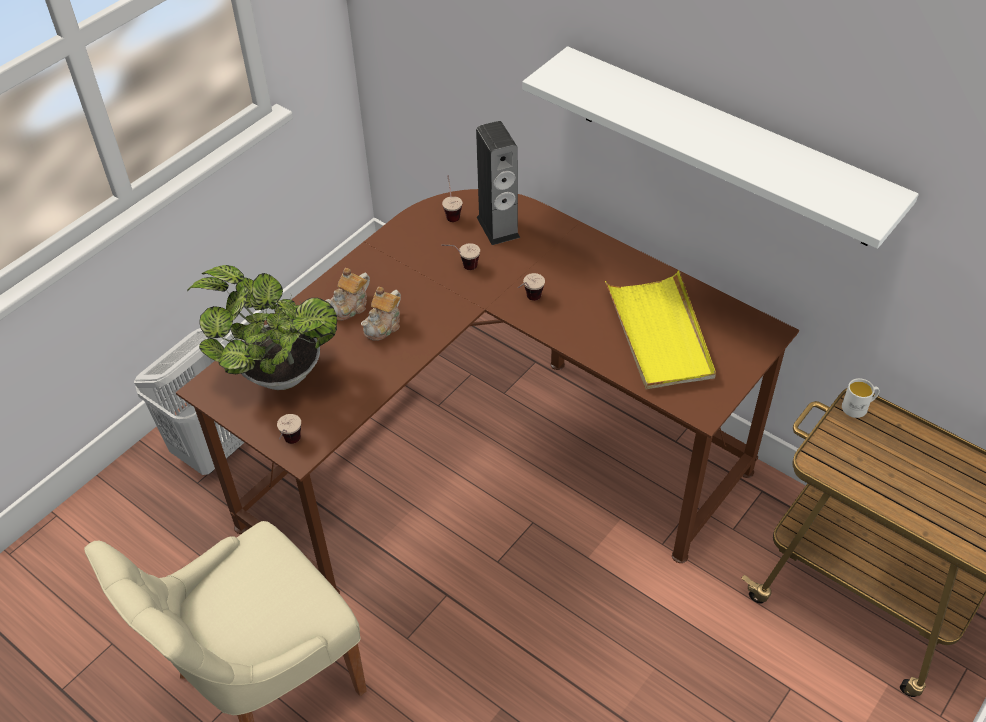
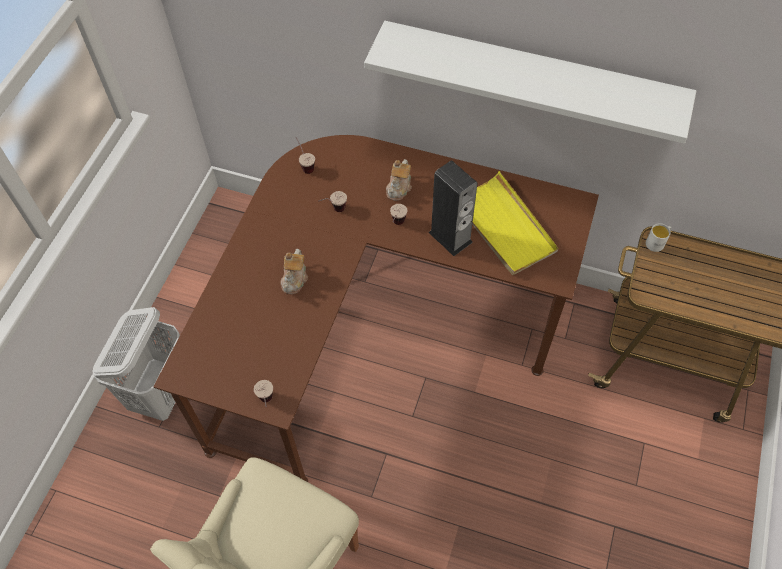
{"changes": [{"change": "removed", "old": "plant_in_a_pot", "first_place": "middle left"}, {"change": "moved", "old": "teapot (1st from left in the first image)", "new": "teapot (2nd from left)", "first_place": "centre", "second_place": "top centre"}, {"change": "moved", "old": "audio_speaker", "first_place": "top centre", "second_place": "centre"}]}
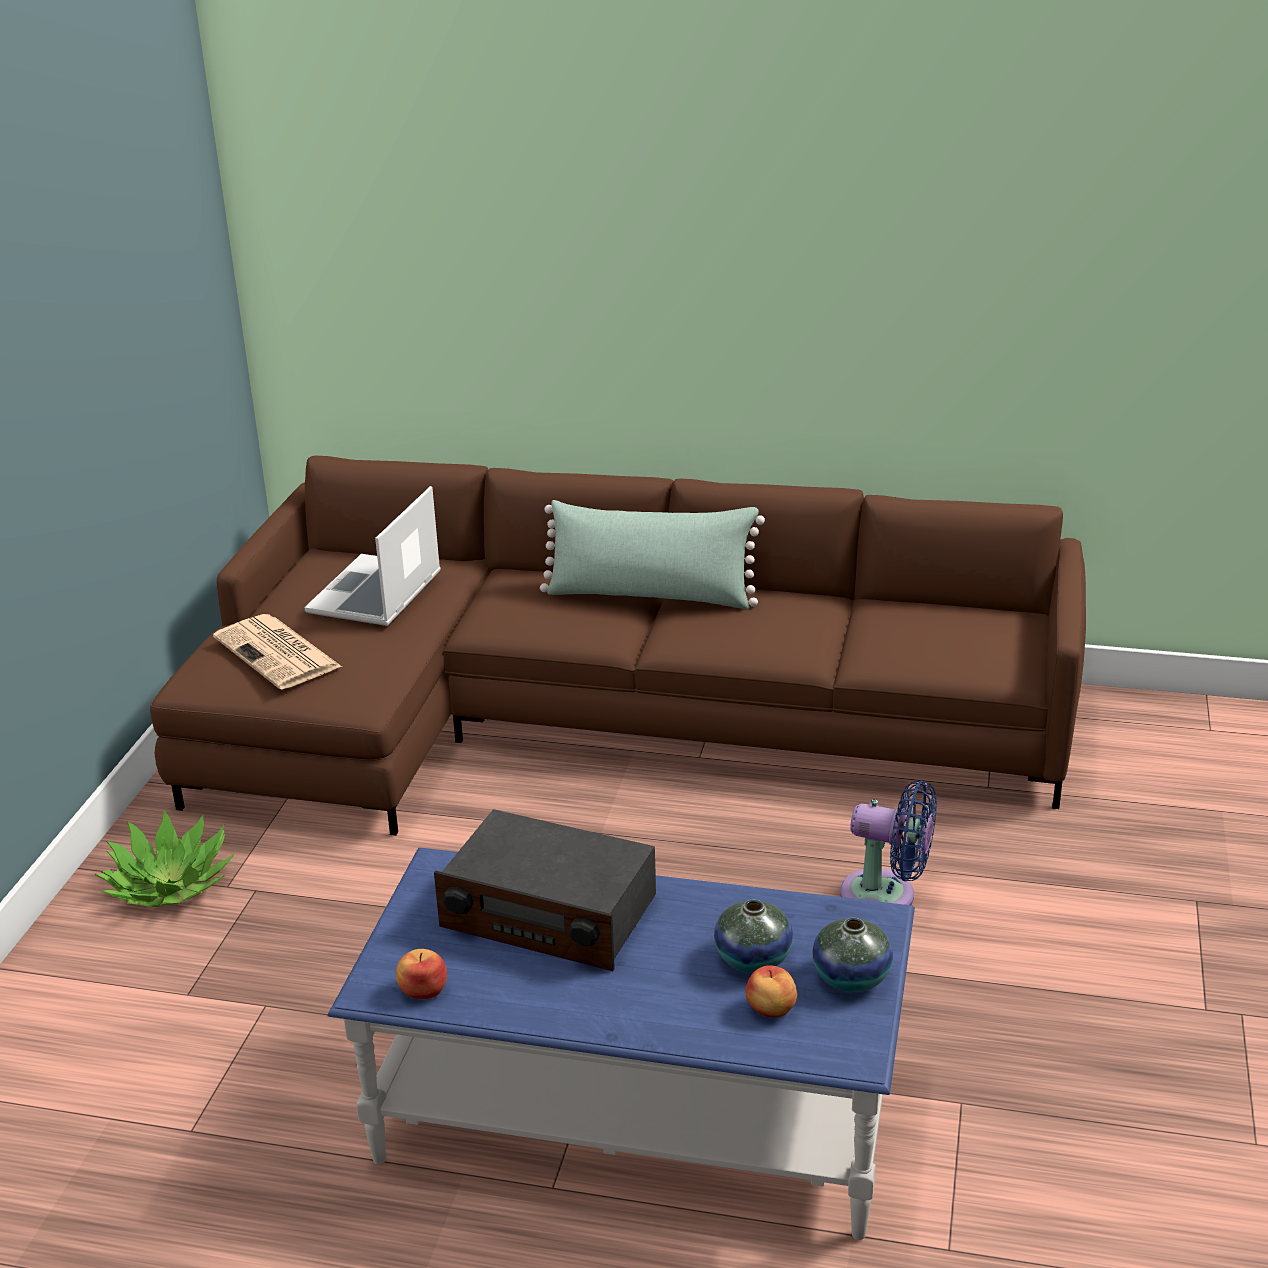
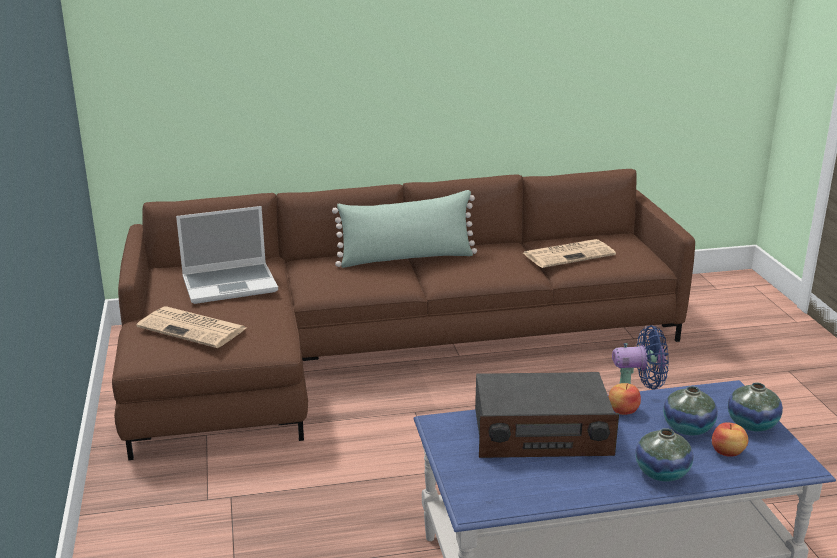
{"changes": [{"change": "removed", "old": "plant_in_a_pot", "first_place": "bottom left"}, {"change": "added", "new": "printed_paper (2nd from left)", "second_place": "middle right"}, {"change": "added", "new": "decorative_vase (1st from left)", "second_place": "bottom right"}, {"change": "moved", "old": "apple_fruit (1st from left)", "first_place": "bottom left", "second_place": "bottom right"}, {"change": "turned", "old": "portable_computer", "first_place": "middle left", "second_place": "middle left", "degrees": -105}]}
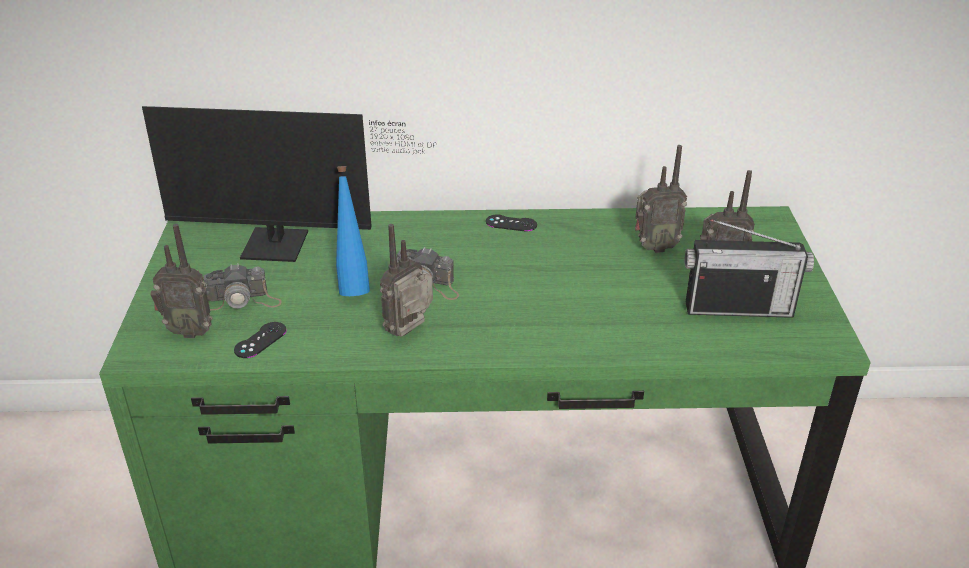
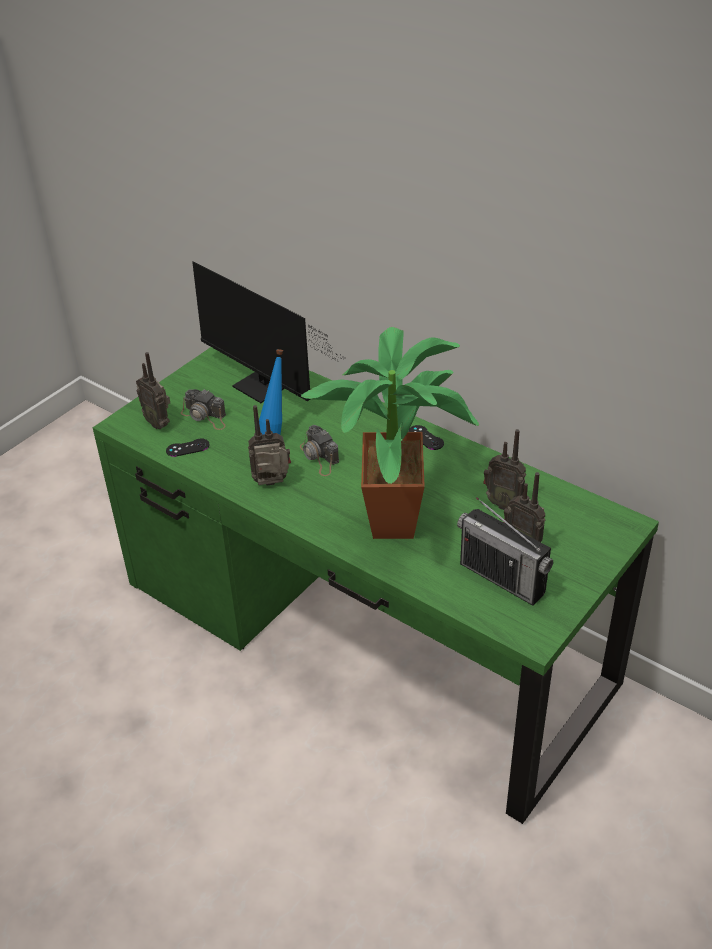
{"changes": [{"change": "added", "new": "plant_in_a_pot", "second_place": "centre"}]}
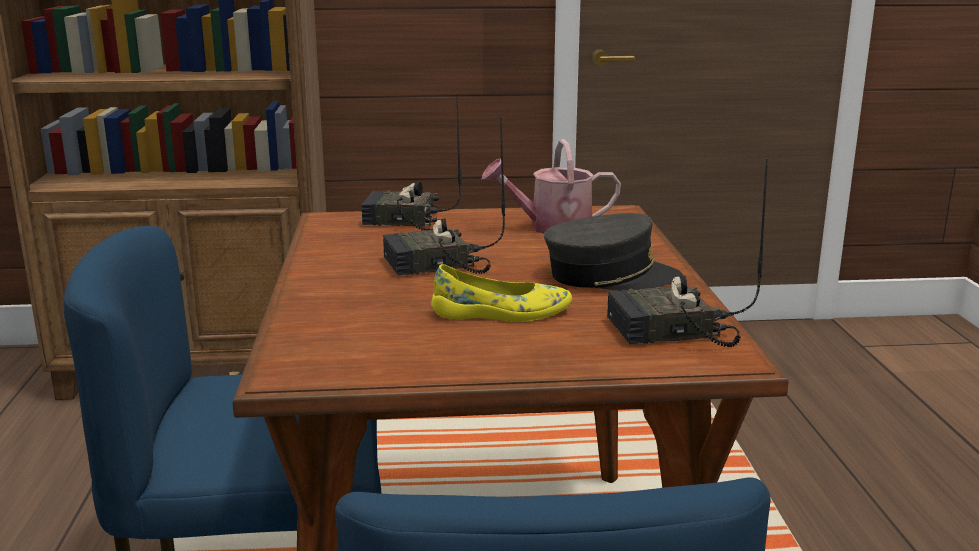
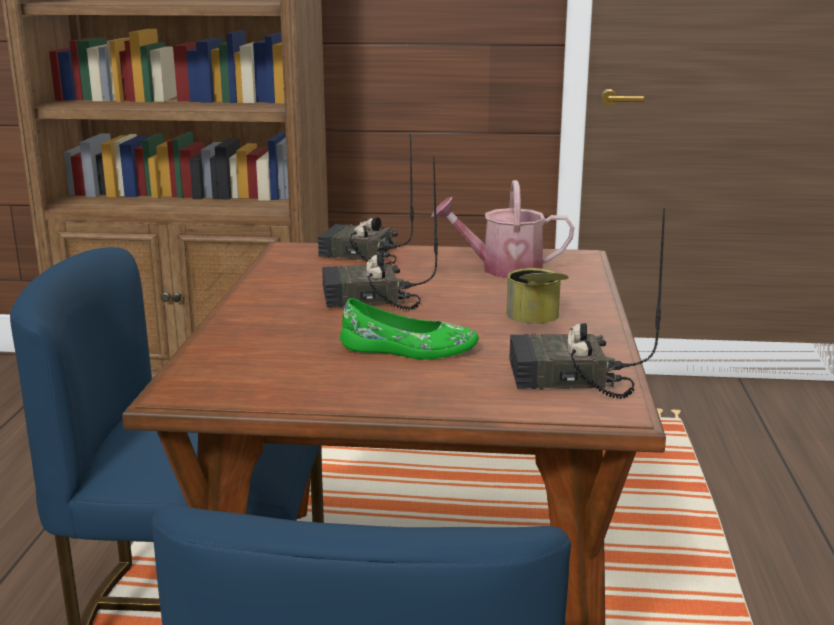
{"changes": [{"change": "replaced", "old": "grey_peaked_cap", "new": "sealed_can", "first_place": "centre", "second_place": "centre"}, {"change": "recoloured", "old": "yellow_item_of_footwear", "new": "green_item_of_footwear", "first_place": "centre", "second_place": "centre"}]}
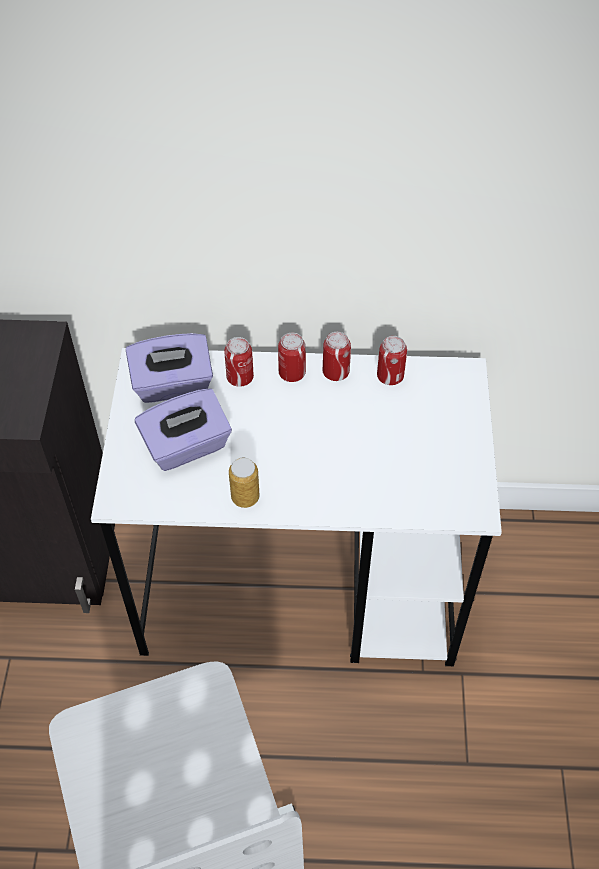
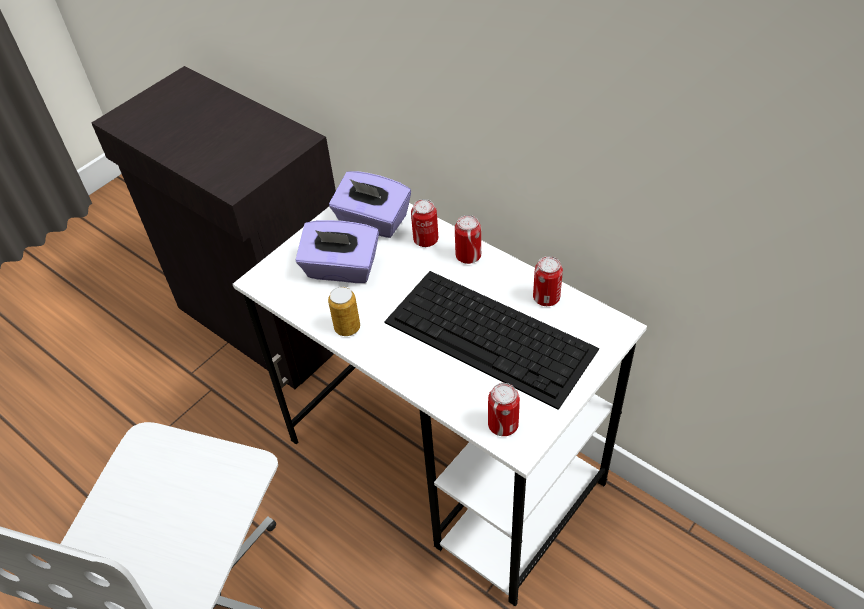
{"changes": [{"change": "added", "new": "PC_keyboard", "second_place": "centre"}, {"change": "moved", "old": "sealed_can (4th from left)", "first_place": "centre", "second_place": "bottom centre"}]}
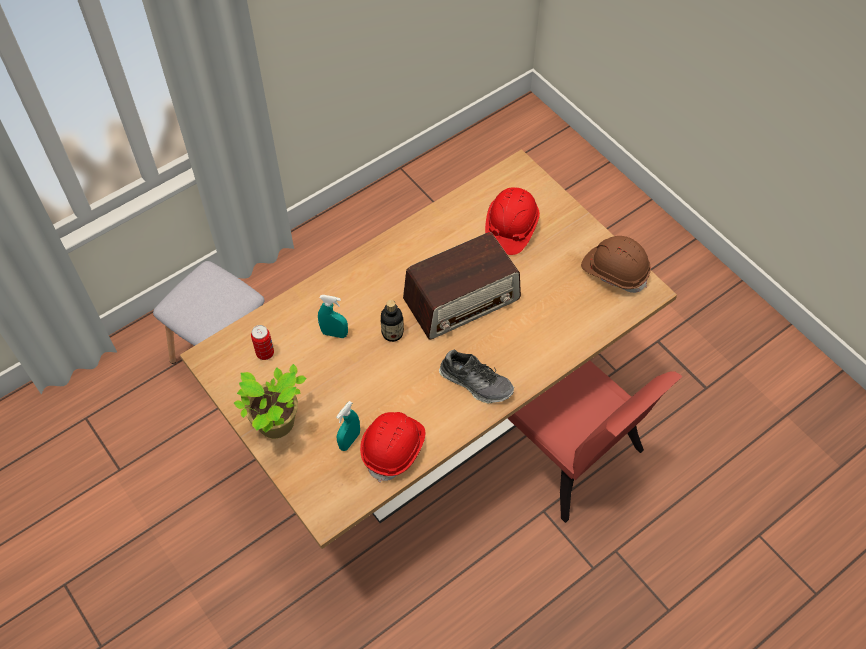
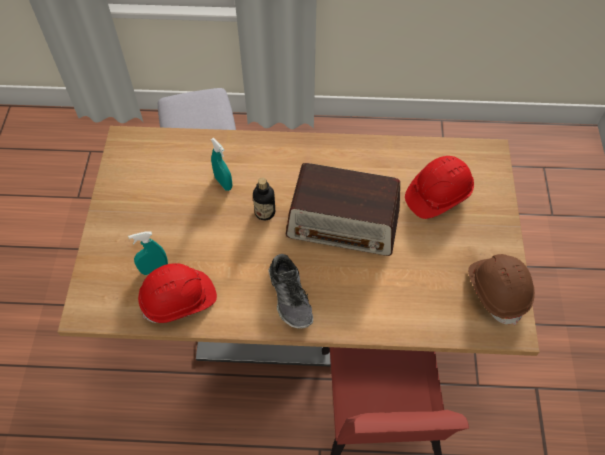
{"changes": [{"change": "removed", "old": "plant_in_a_pot", "first_place": "middle left"}, {"change": "removed", "old": "sealed_can", "first_place": "middle left"}]}
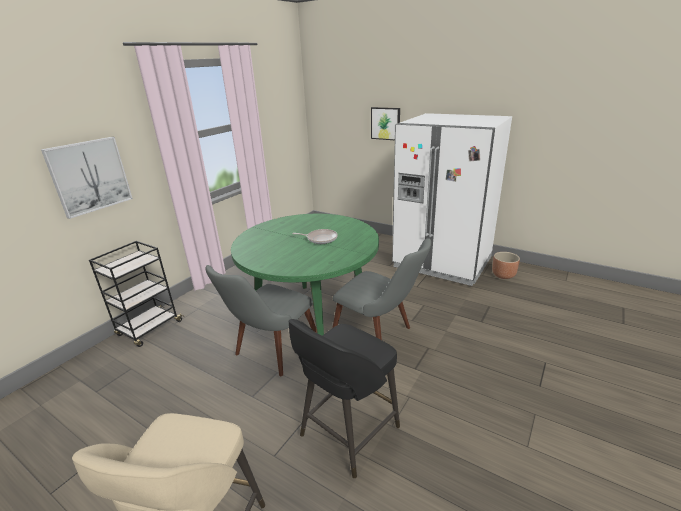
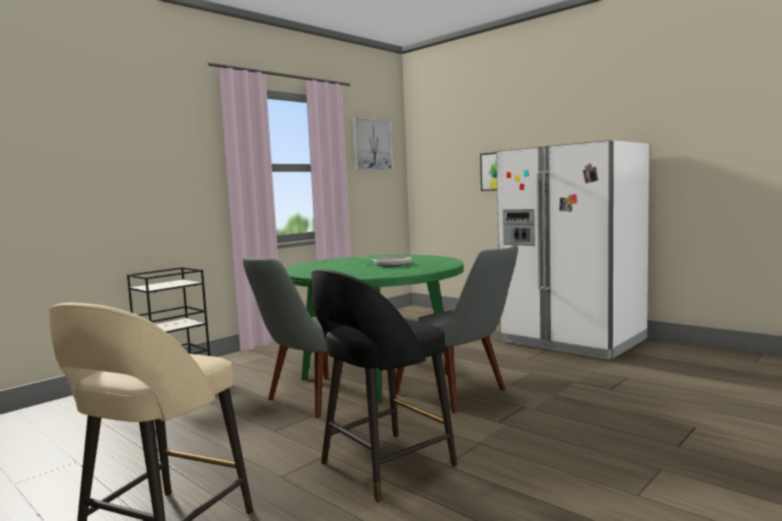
{"changes": [{"change": "removed", "old": "brown-coloured_plant_pot", "first_place": "middle right"}, {"change": "moved", "old": "wall_art (1st from left)", "first_place": "middle left", "second_place": "top centre"}]}
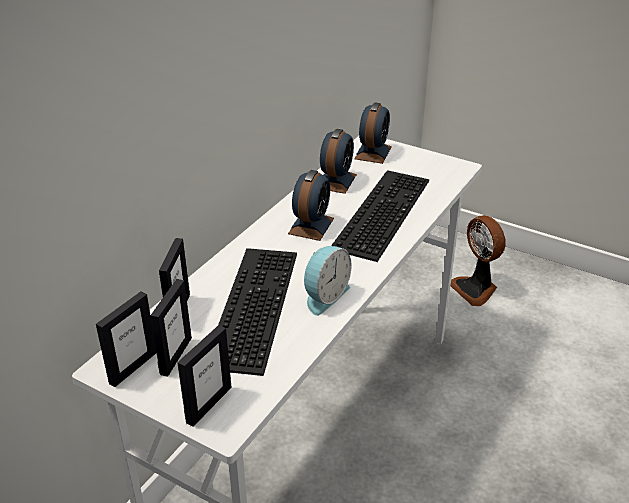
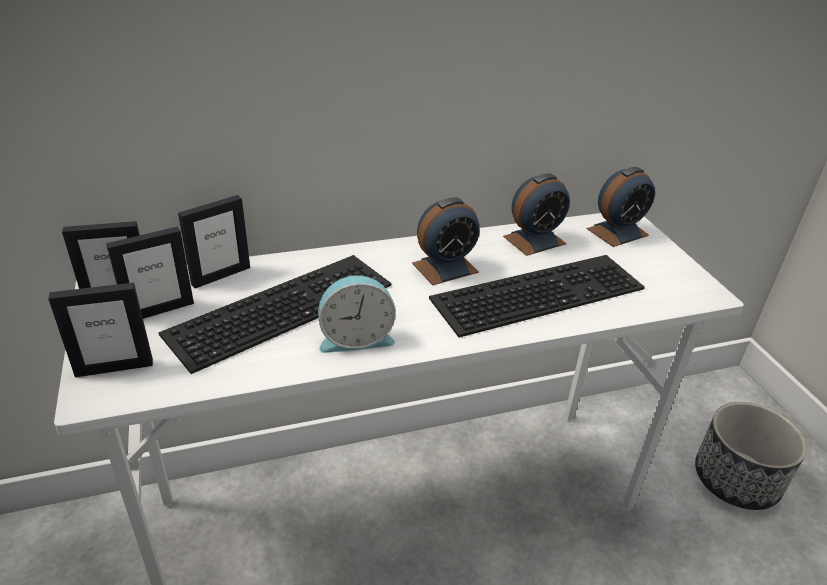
{"changes": [{"change": "replaced", "old": "electric_fan", "new": "plant_pot", "first_place": "middle right", "second_place": "bottom right"}]}
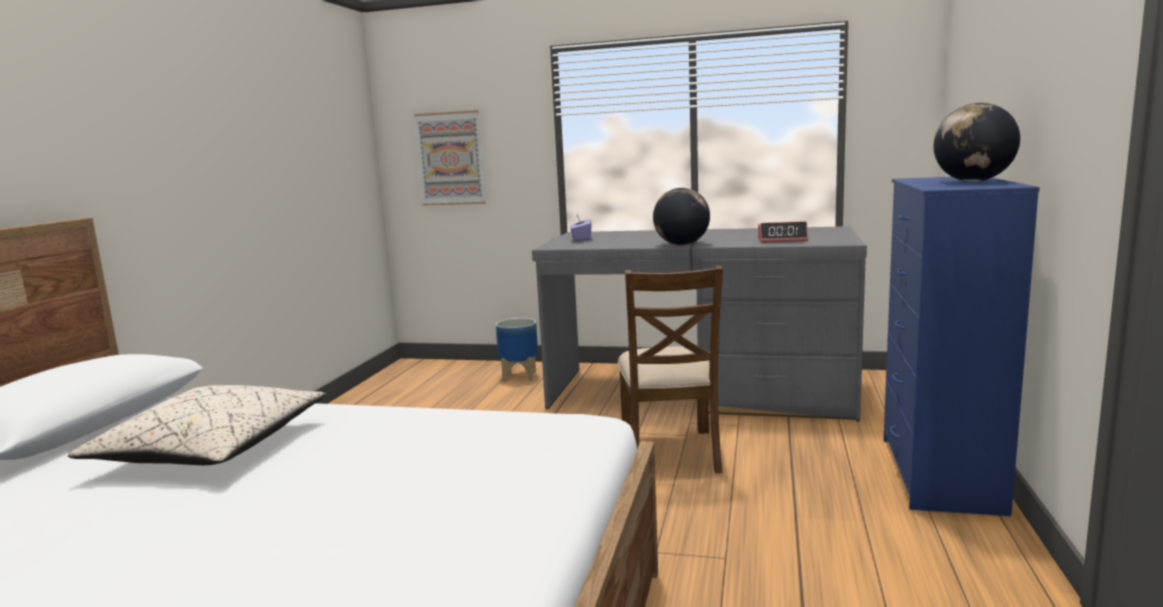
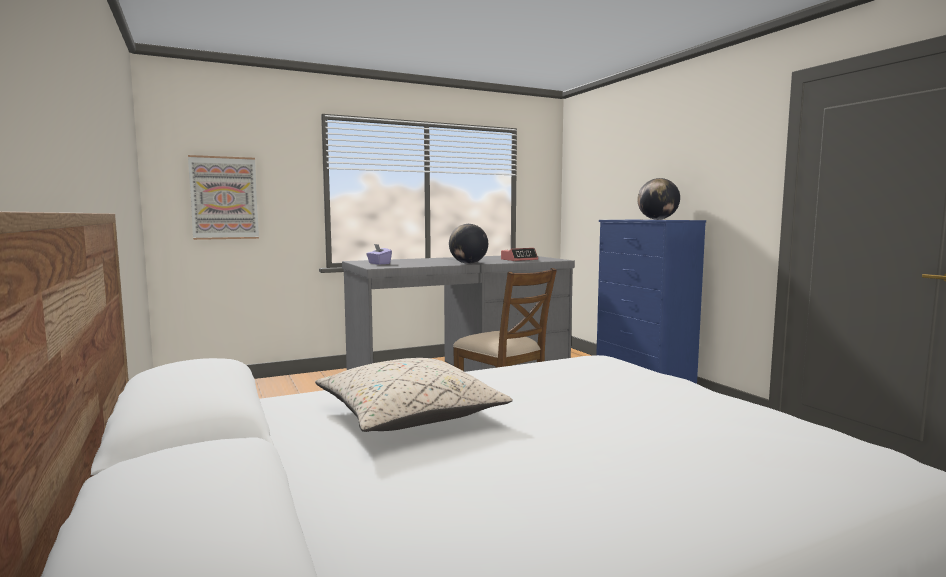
{"changes": [{"change": "removed", "old": "plant_pot", "first_place": "centre"}]}
